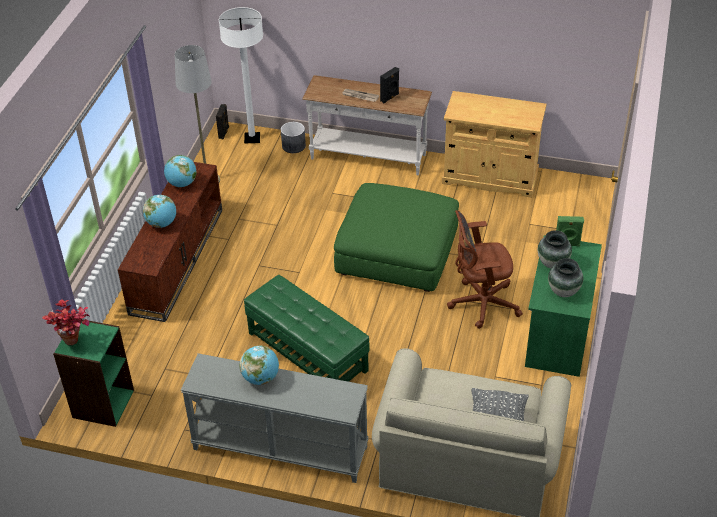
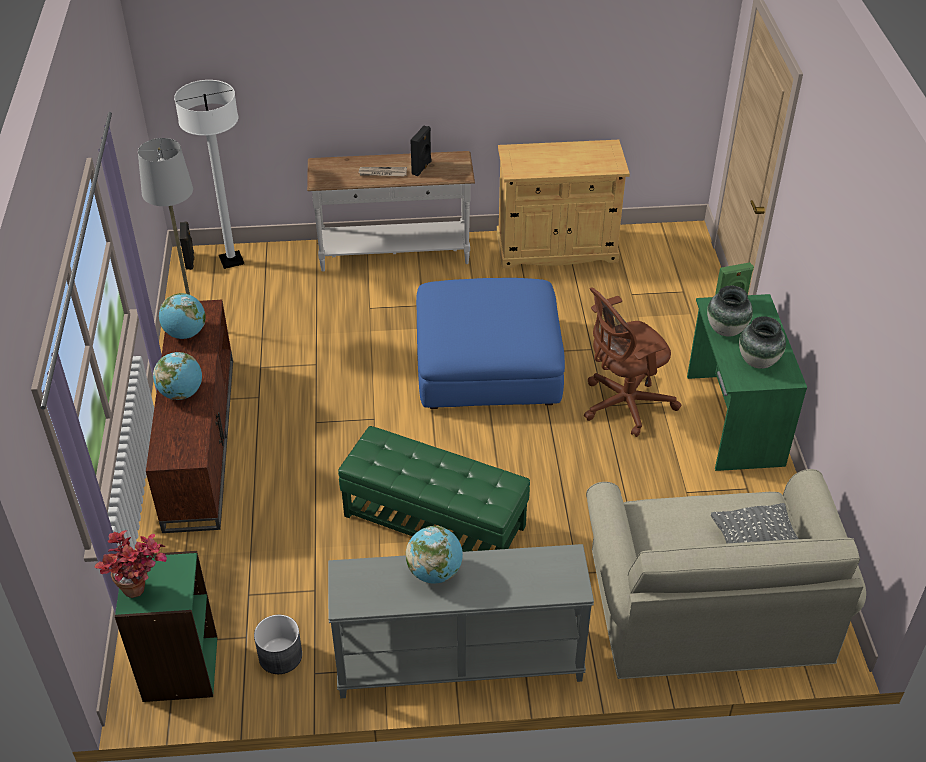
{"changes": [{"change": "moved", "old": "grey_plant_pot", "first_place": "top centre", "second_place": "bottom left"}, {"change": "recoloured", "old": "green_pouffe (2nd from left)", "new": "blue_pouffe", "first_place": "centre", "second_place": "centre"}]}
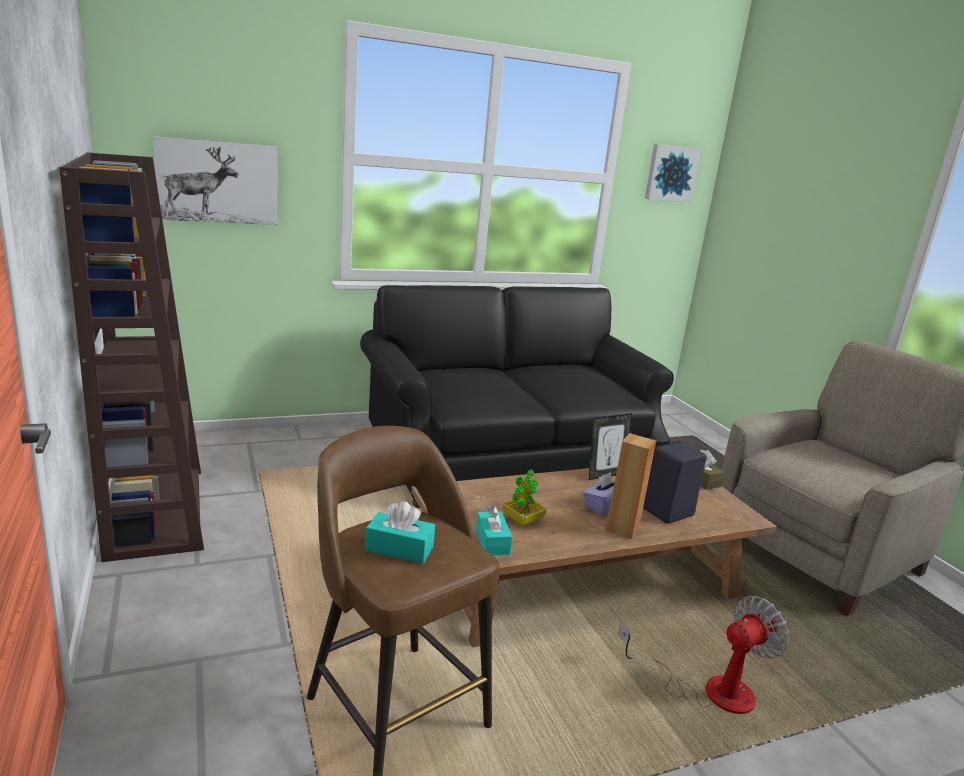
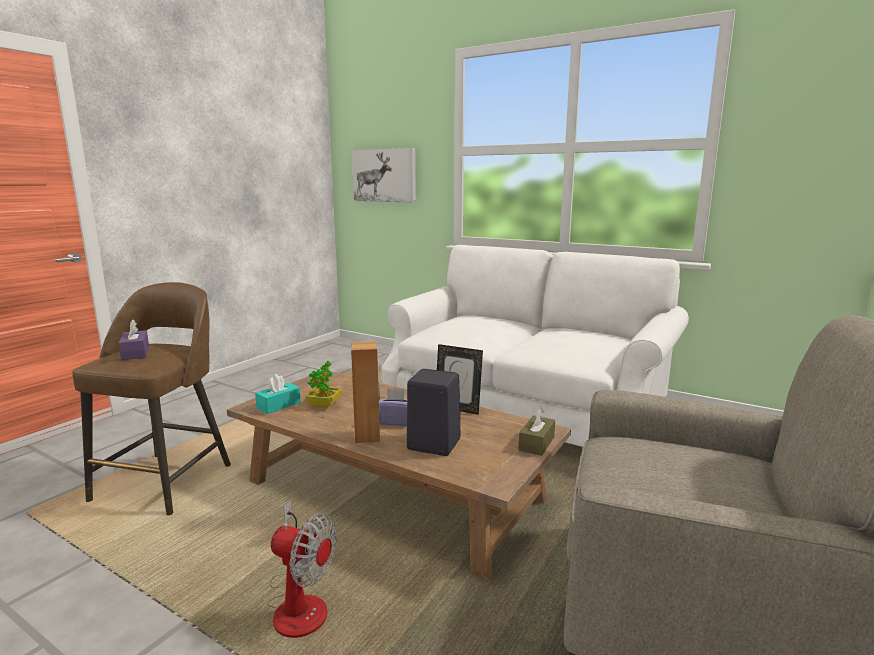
{"changes": [{"change": "removed", "old": "brown-coloured_shelving_unit", "first_place": "middle left"}, {"change": "removed", "old": "wall_art (2nd from left)", "first_place": "top right"}, {"change": "recoloured", "old": "black-coloured_sofa", "new": "whitish_sofa", "first_place": "centre", "second_place": "centre"}, {"change": "recoloured", "old": "blue-green_tissue_box (1st from left)", "new": "purplish_tissue_box (1st from left)", "first_place": "bottom centre", "second_place": "middle left"}]}
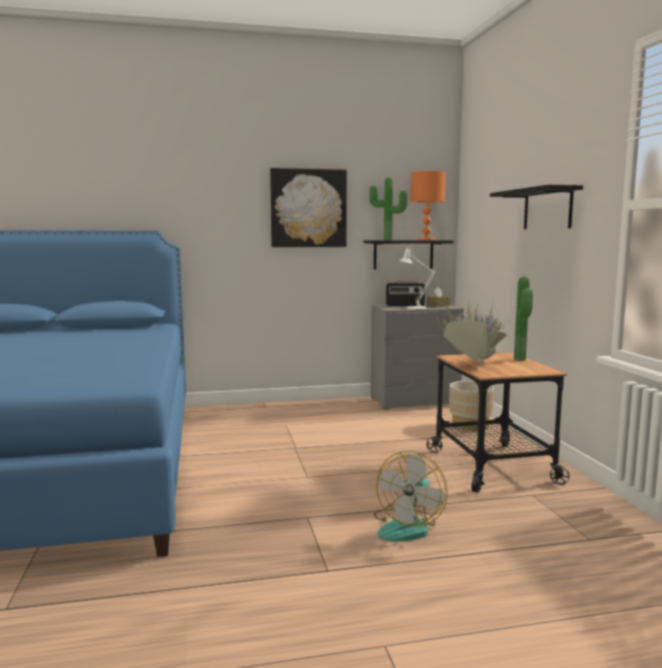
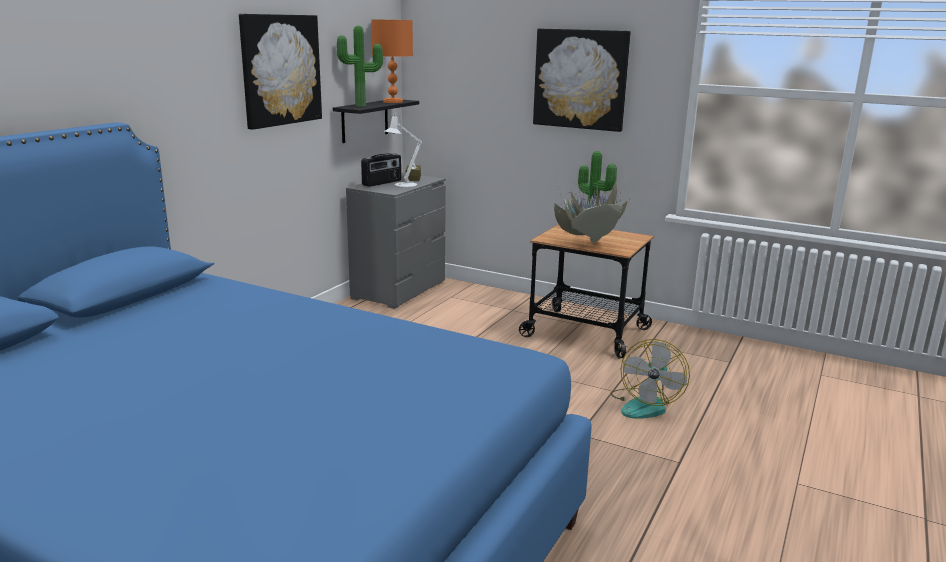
{"changes": [{"change": "removed", "old": "beige-coloured_plant_pot", "first_place": "middle right"}, {"change": "replaced", "old": "black-coloured_wall_shelf (2nd from left)", "new": "wall_art (2nd from left)", "first_place": "top right", "second_place": "top centre"}, {"change": "turned", "old": "electric_fan", "first_place": "bottom centre", "second_place": "bottom right", "degrees": 45}]}
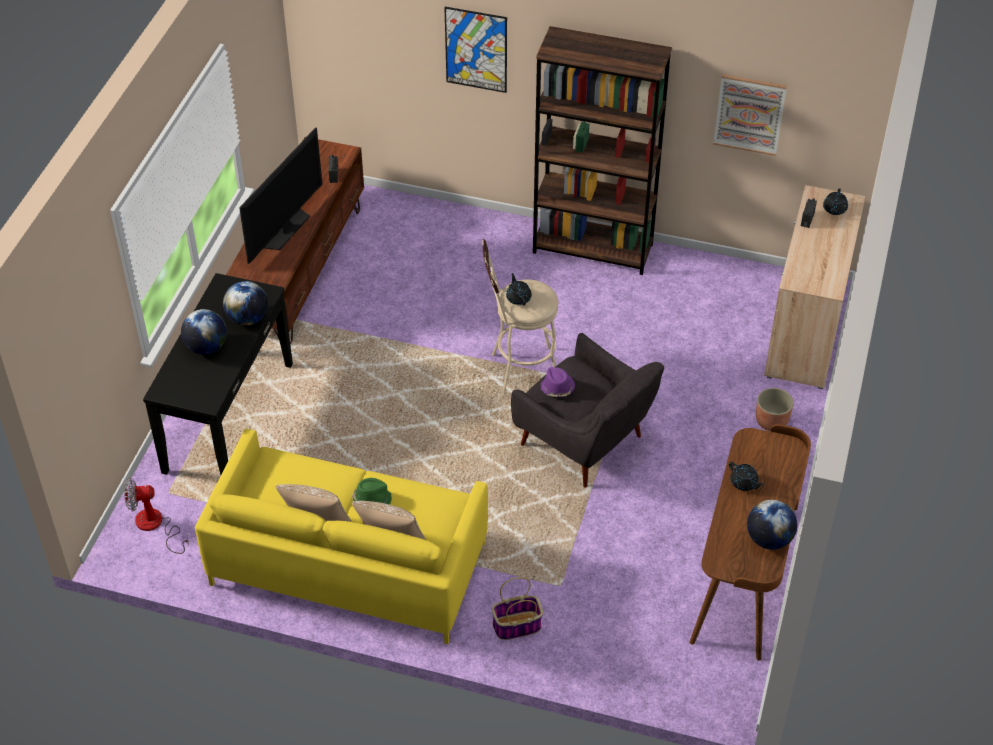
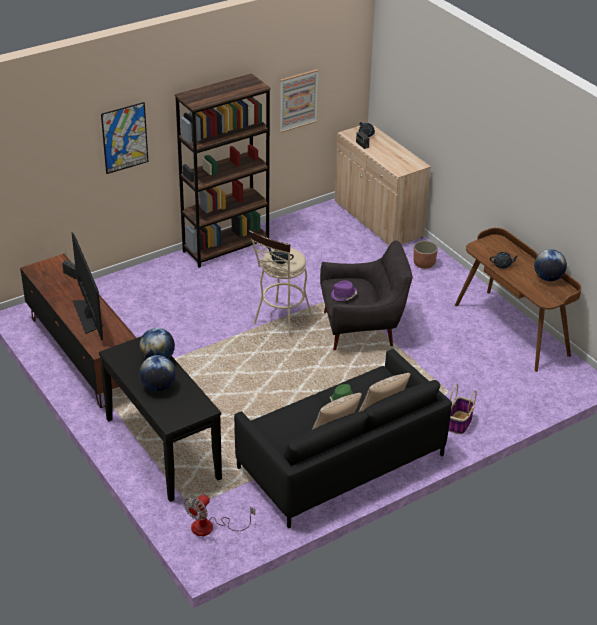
{"changes": [{"change": "recoloured", "old": "yellow_sofa", "new": "black-coloured_sofa", "first_place": "bottom centre", "second_place": "bottom centre"}]}
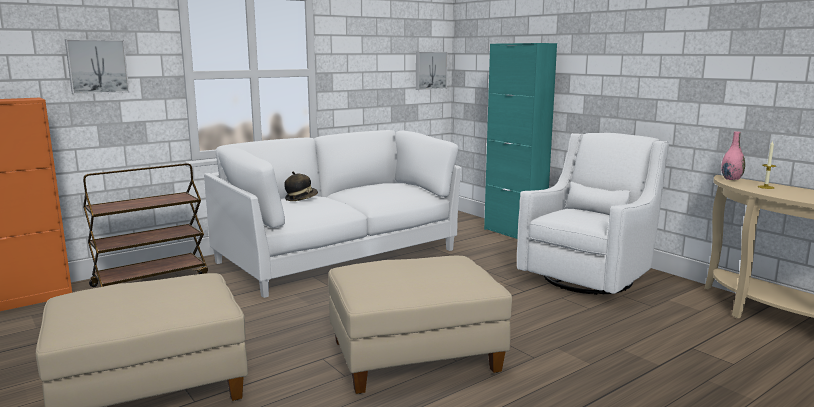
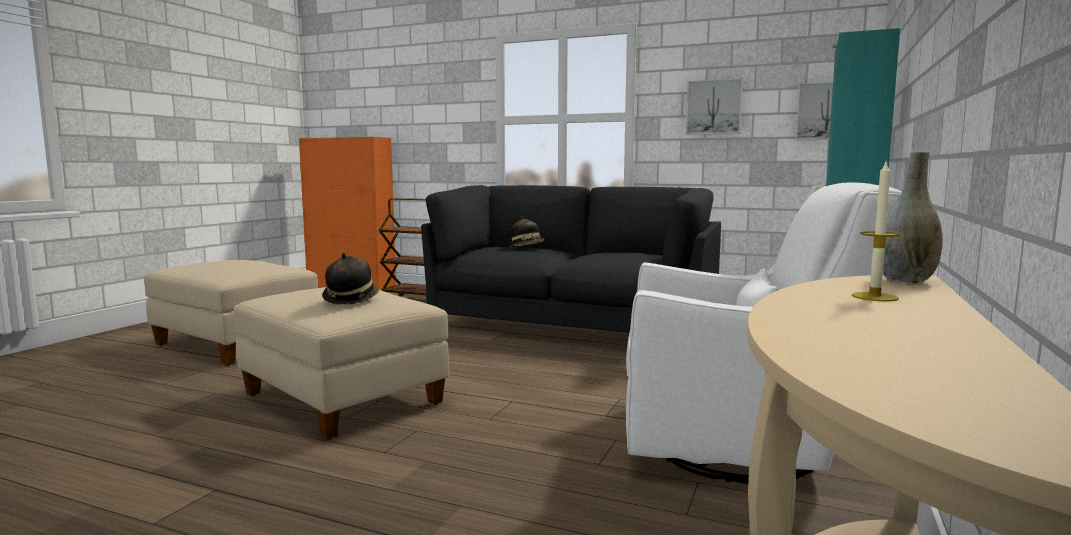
{"changes": [{"change": "added", "new": "hat (1st from left)", "second_place": "middle left"}, {"change": "moved", "old": "wall_art (1st from left)", "first_place": "top left", "second_place": "top right"}, {"change": "recoloured", "old": "whitish_sofa", "new": "black-coloured_sofa", "first_place": "centre", "second_place": "centre"}, {"change": "recoloured", "old": "pinkish_decorative_vase", "new": "grey_decorative_vase", "first_place": "middle right", "second_place": "middle right"}]}
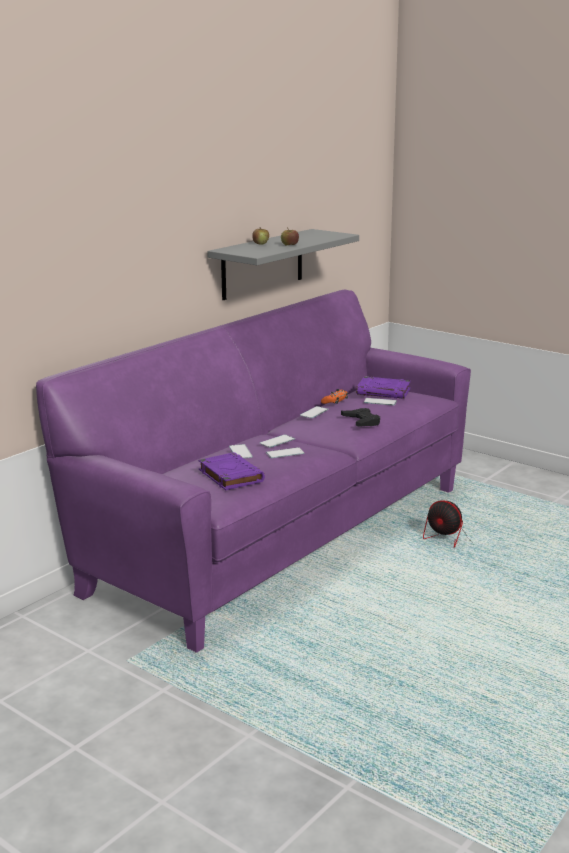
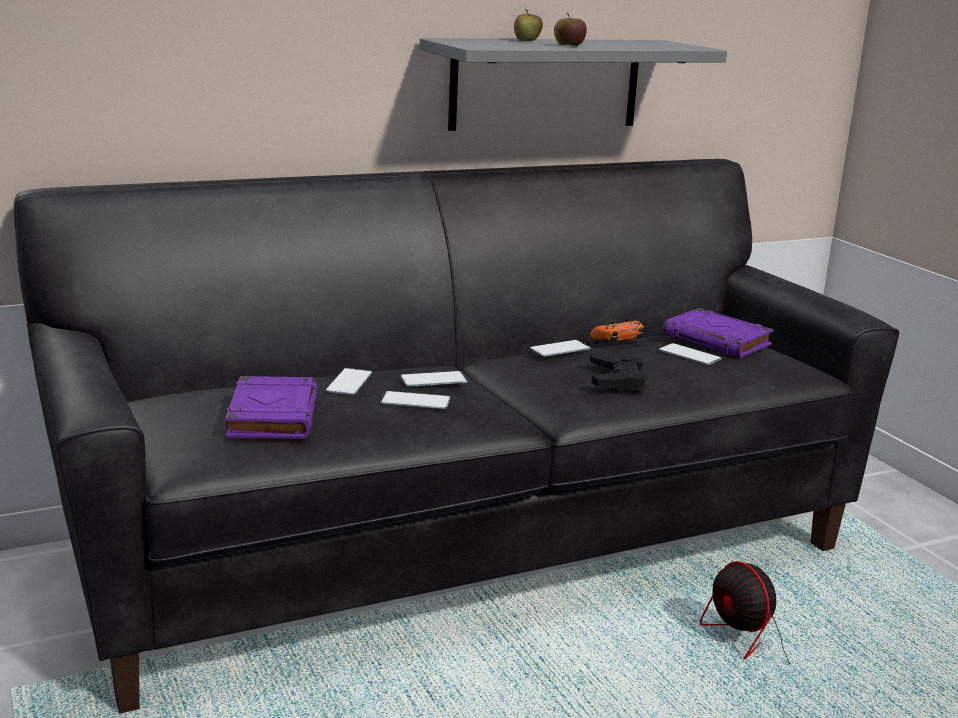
{"changes": [{"change": "recoloured", "old": "purplish_sofa", "new": "black-coloured_sofa", "first_place": "centre", "second_place": "centre"}]}
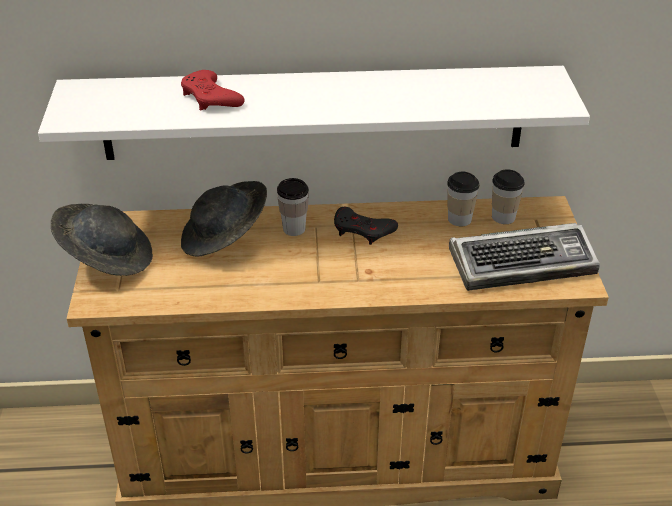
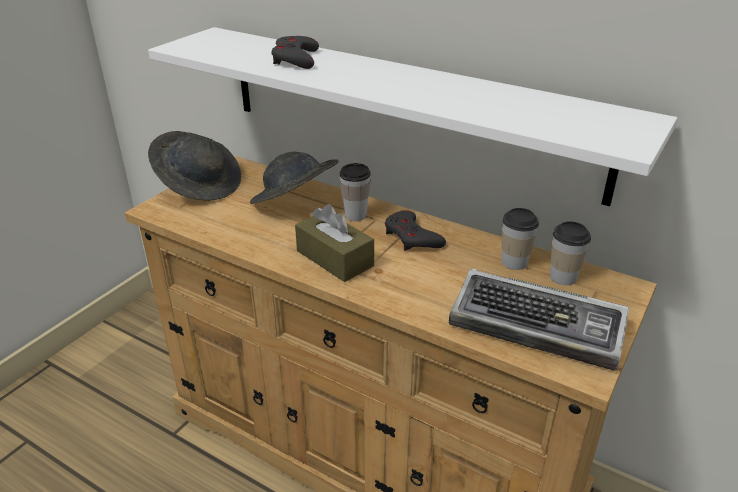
{"changes": [{"change": "added", "new": "brown-coloured_tissue_box", "second_place": "centre"}, {"change": "recoloured", "old": "red-coloured_joypad", "new": "grey_joypad (1st from left)", "first_place": "top left", "second_place": "top centre"}]}
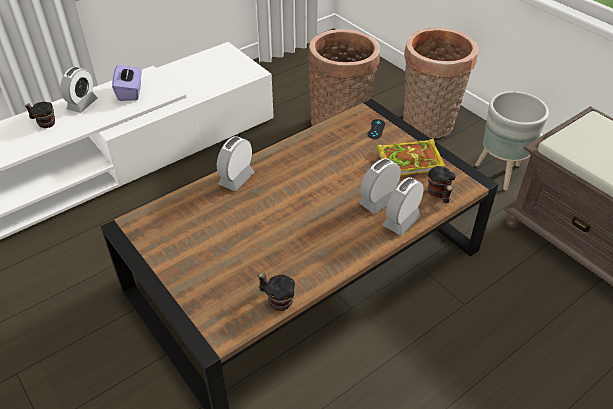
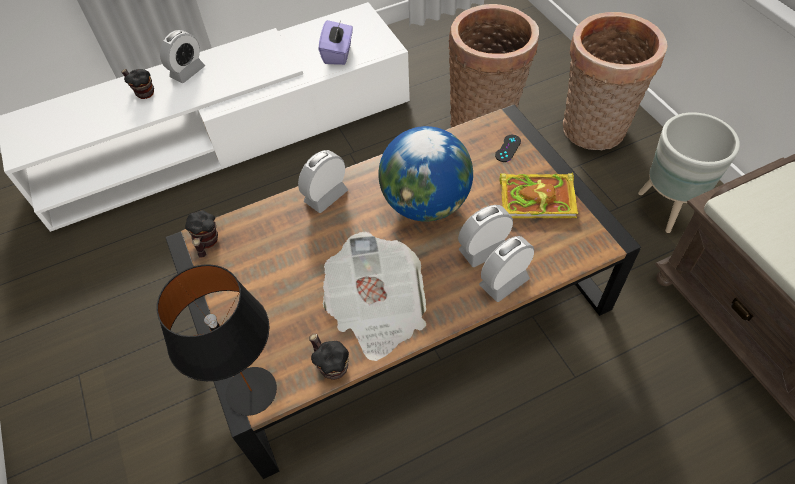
{"changes": [{"change": "added", "new": "black-coloured_tabletop_lamp", "second_place": "bottom left"}, {"change": "added", "new": "printed_paper", "second_place": "centre"}, {"change": "added", "new": "desk_globe", "second_place": "centre"}, {"change": "moved", "old": "purplish_tissue_box", "first_place": "top left", "second_place": "top centre"}, {"change": "moved", "old": "tea_mug (3rd from left in the first image)", "new": "tea_mug (2nd from left)", "first_place": "middle right", "second_place": "middle left"}]}
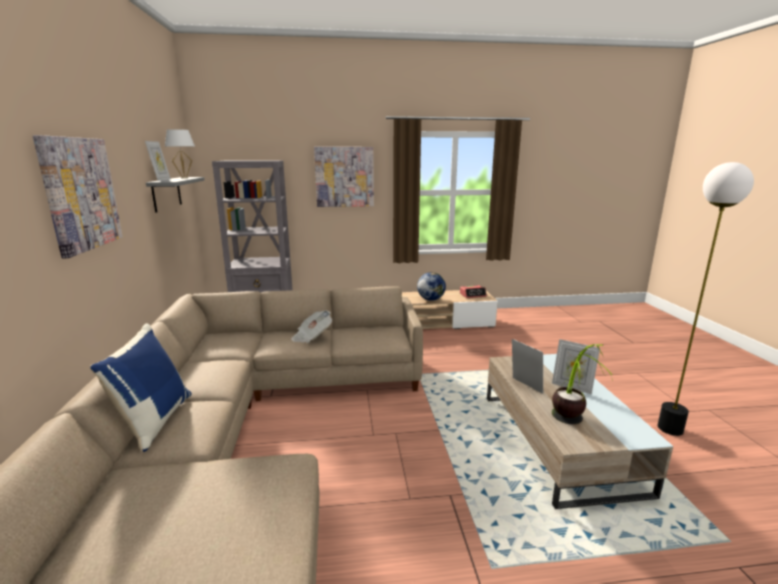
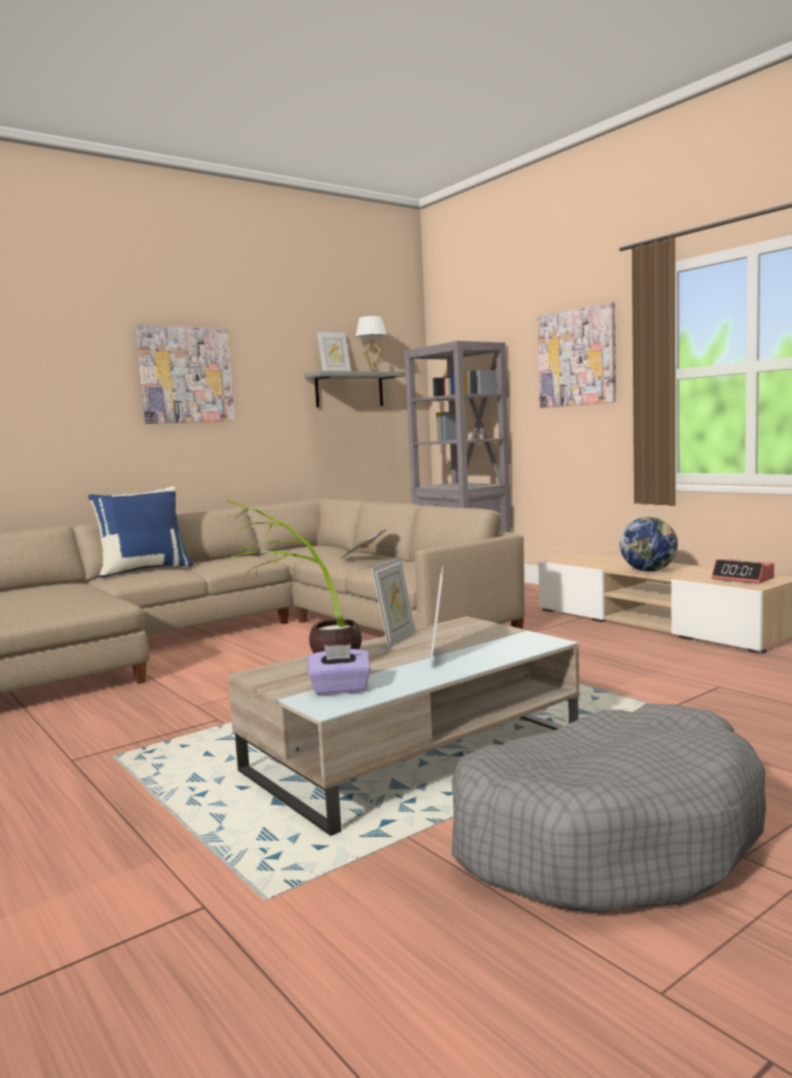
{"changes": [{"change": "added", "new": "purplish_tissue_box", "second_place": "centre"}, {"change": "replaced", "old": "floor_lamp", "new": "grey_pet_bed", "first_place": "middle right", "second_place": "bottom right"}]}
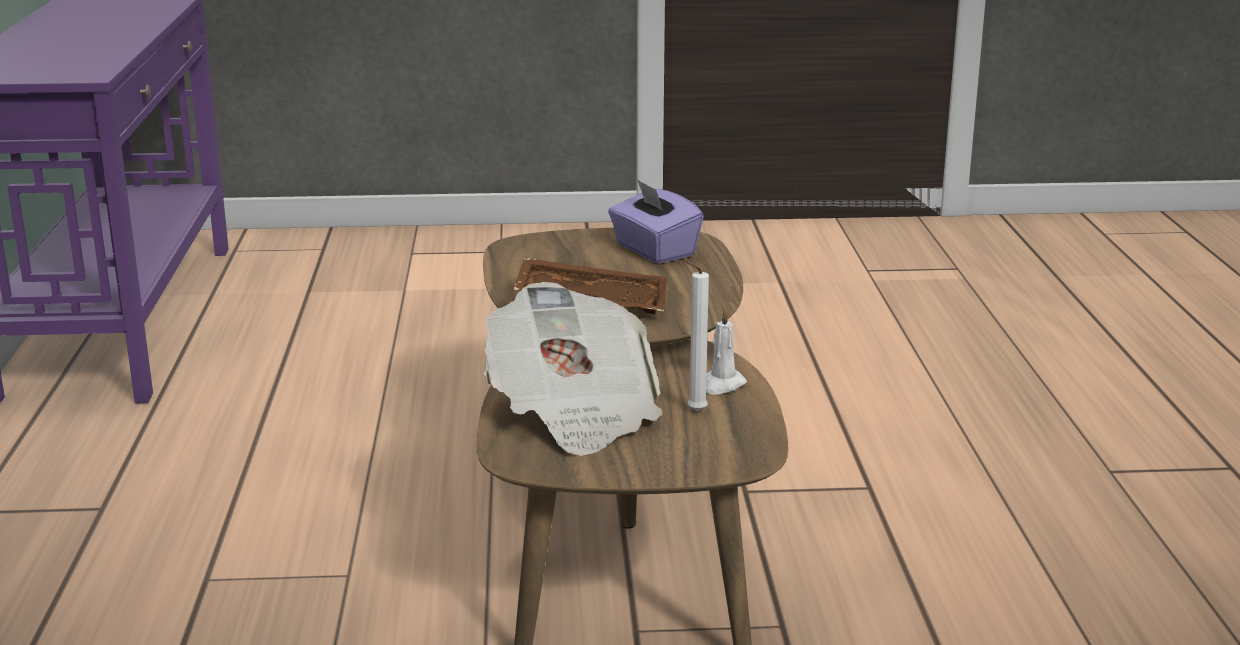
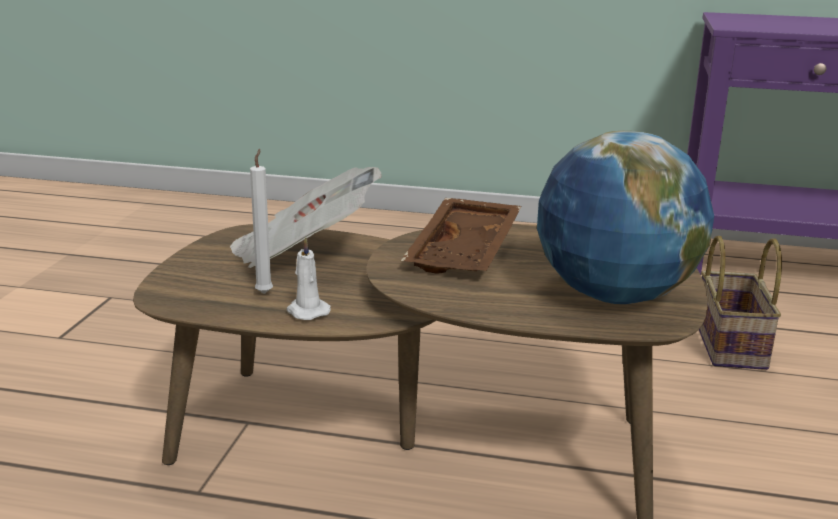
{"changes": [{"change": "added", "new": "storage_basket", "second_place": "middle right"}, {"change": "replaced", "old": "purplish_tissue_box", "new": "desk_globe", "first_place": "centre", "second_place": "middle right"}]}
